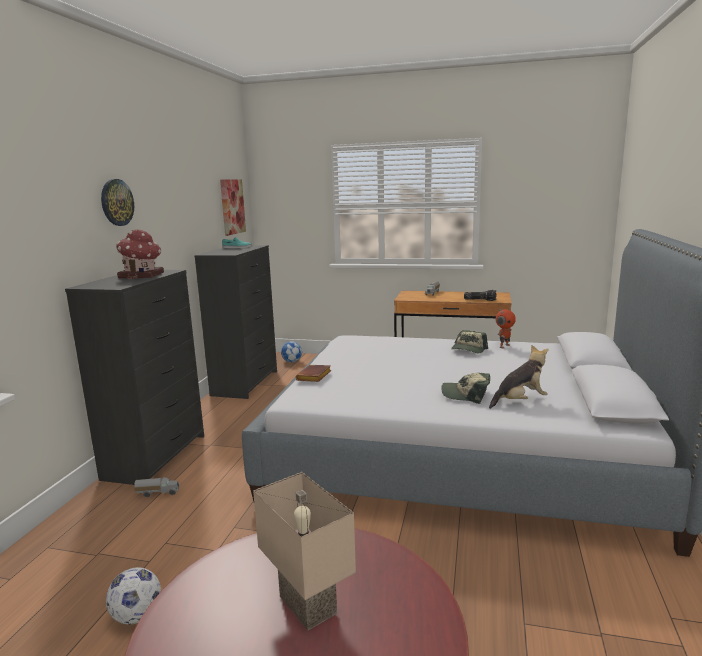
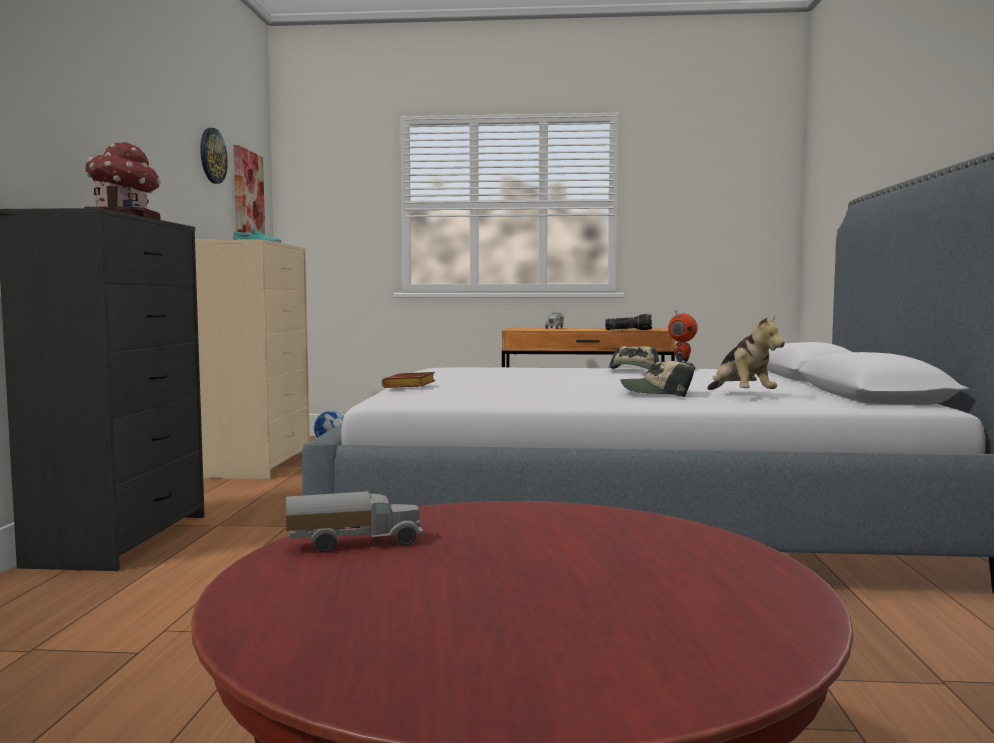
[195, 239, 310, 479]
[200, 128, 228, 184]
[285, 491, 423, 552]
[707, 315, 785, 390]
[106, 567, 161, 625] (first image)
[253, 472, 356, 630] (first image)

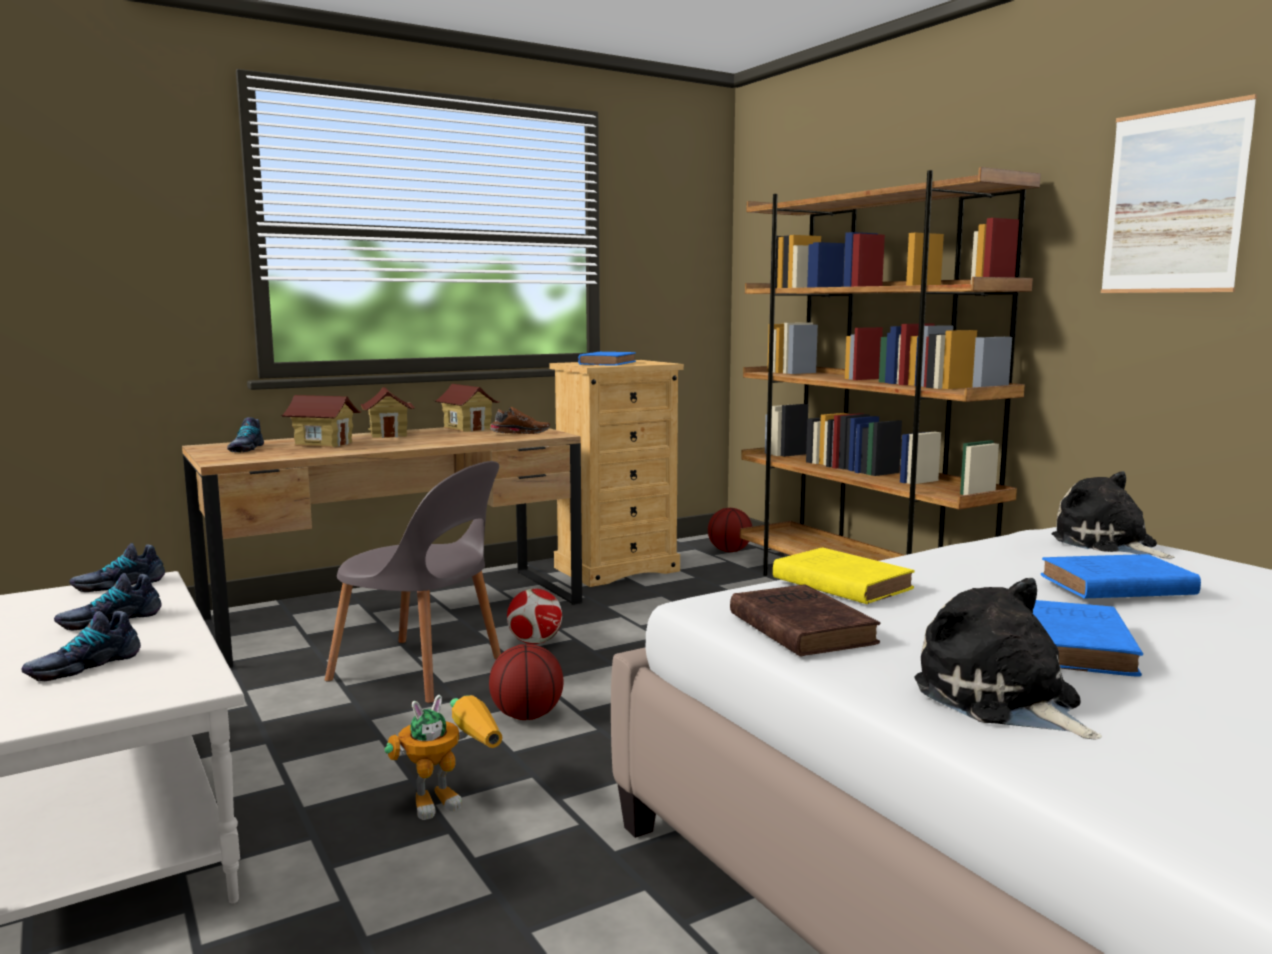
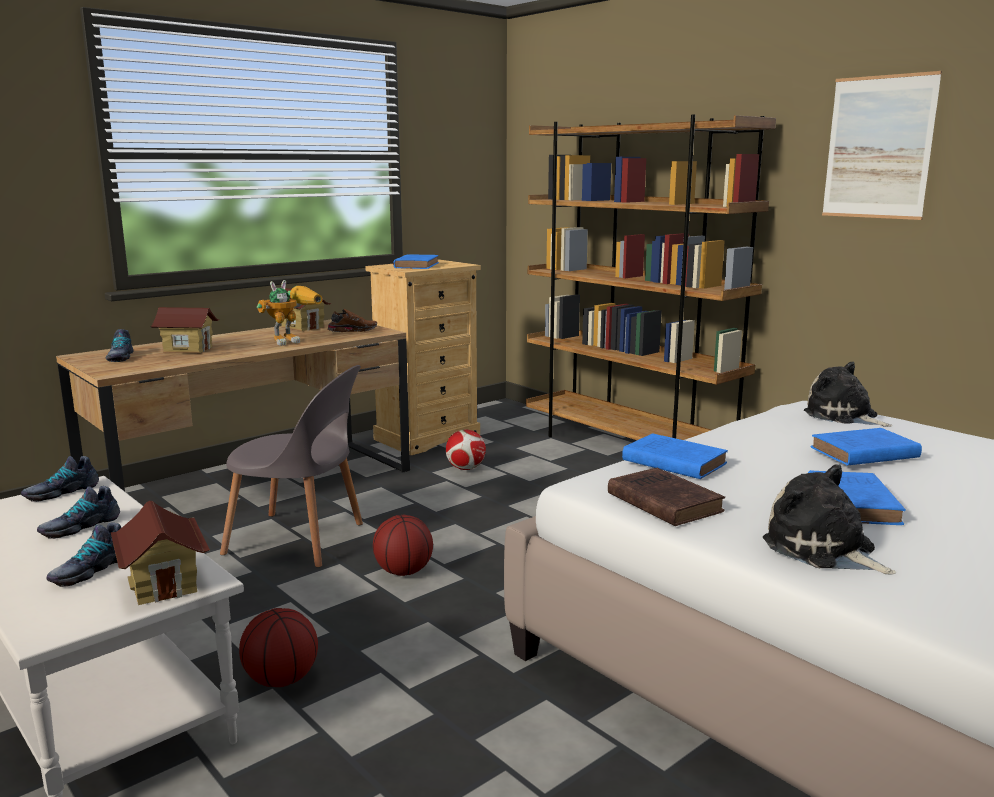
[110, 501, 210, 605]
[239, 608, 318, 687]
[257, 280, 323, 346]
[446, 429, 486, 470]
[622, 433, 728, 479]

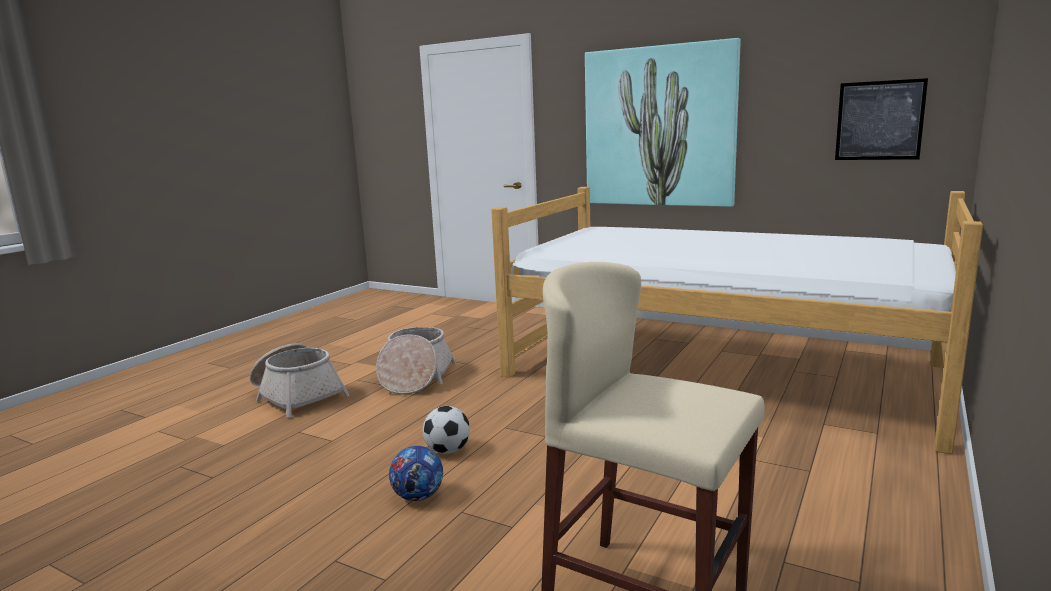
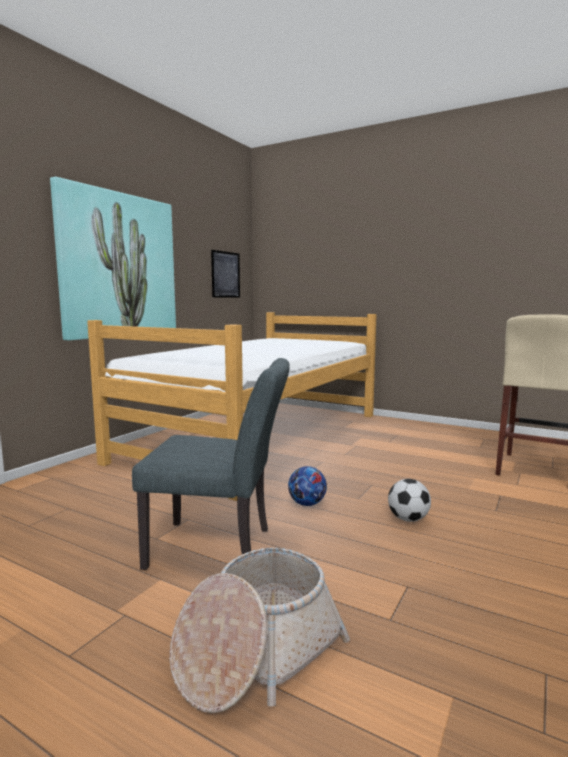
[132, 358, 290, 570]
[288, 466, 327, 506]

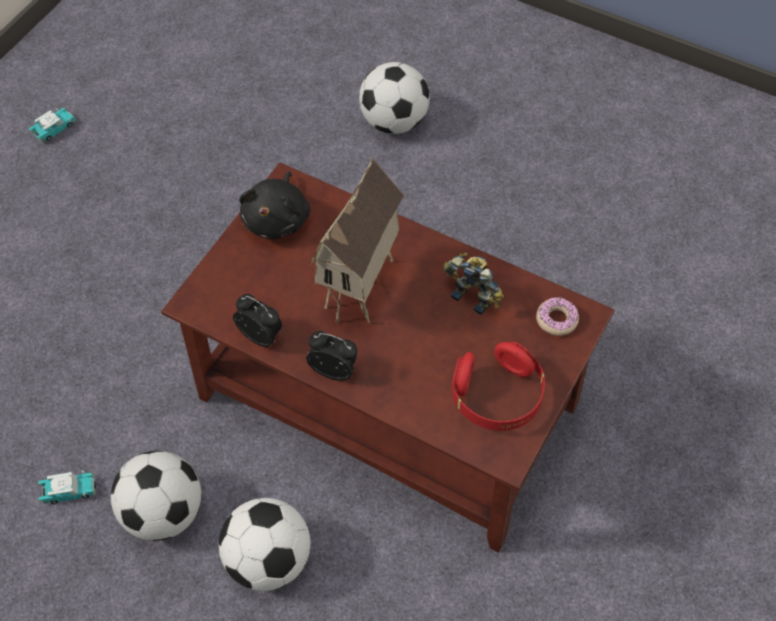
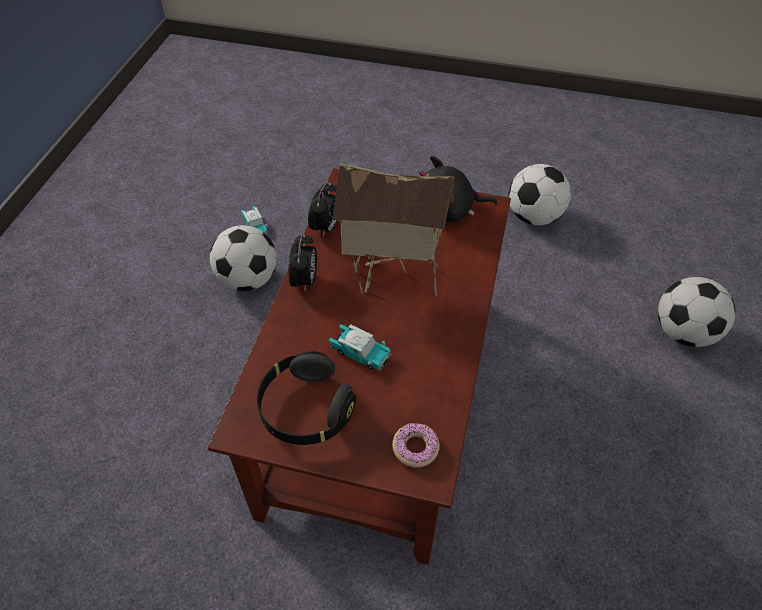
[257, 351, 356, 445]
[329, 324, 392, 371]
[508, 164, 571, 225]
[443, 253, 504, 315] (first image)

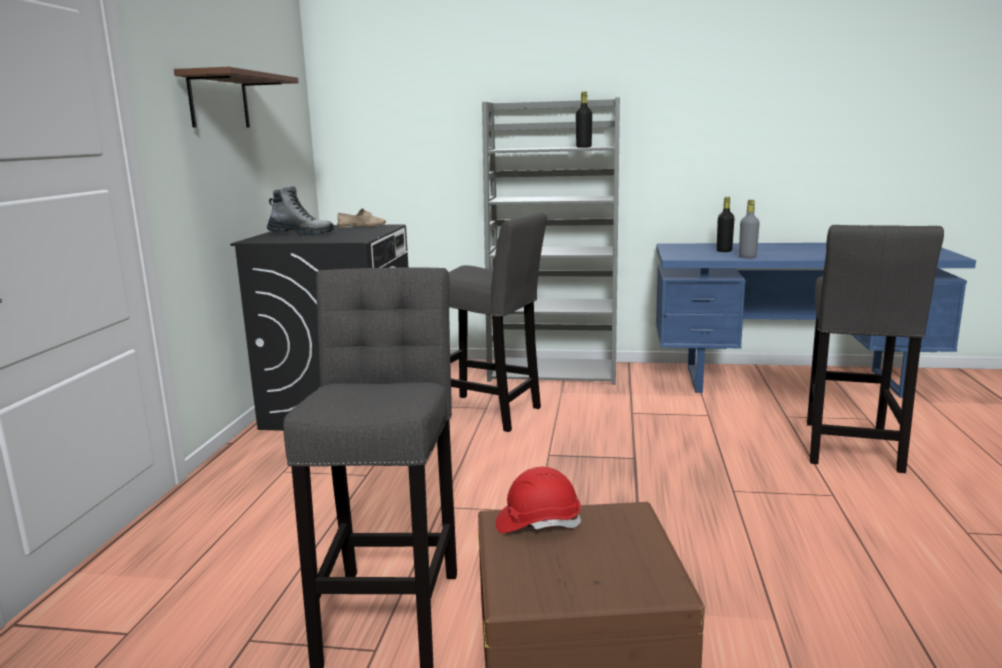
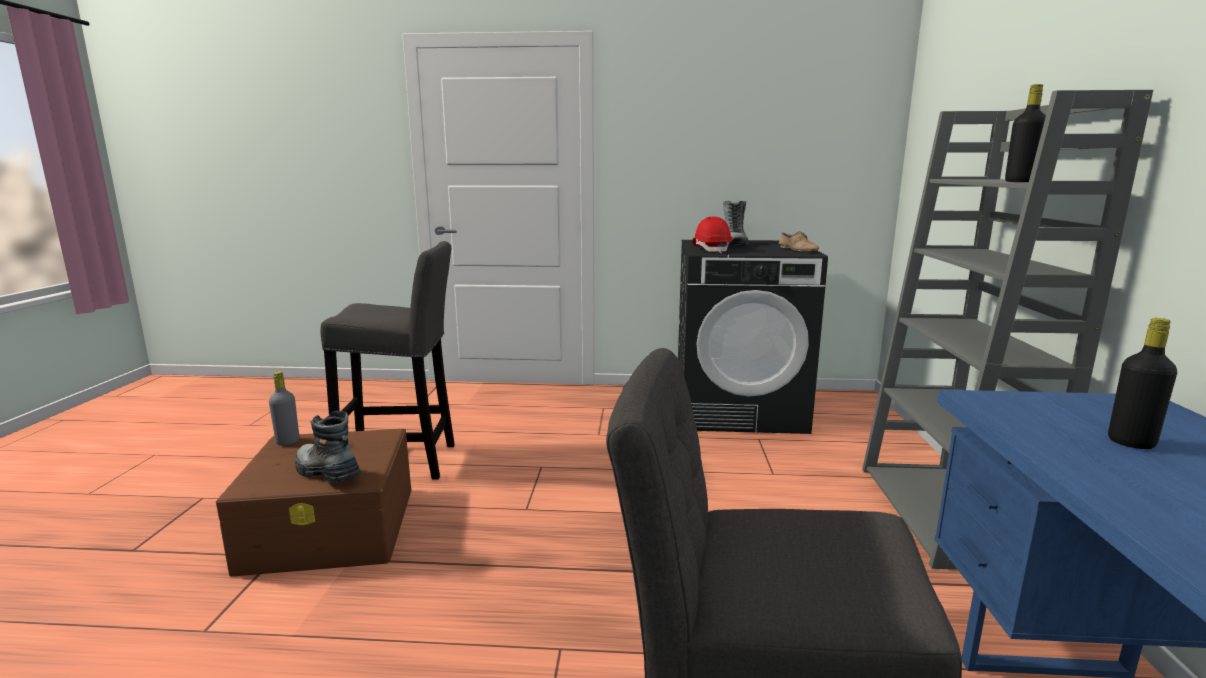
[269, 371, 299, 446]
[296, 411, 361, 483]
[692, 216, 732, 253]
[174, 67, 299, 127] (first image)
[449, 212, 547, 432] (first image)

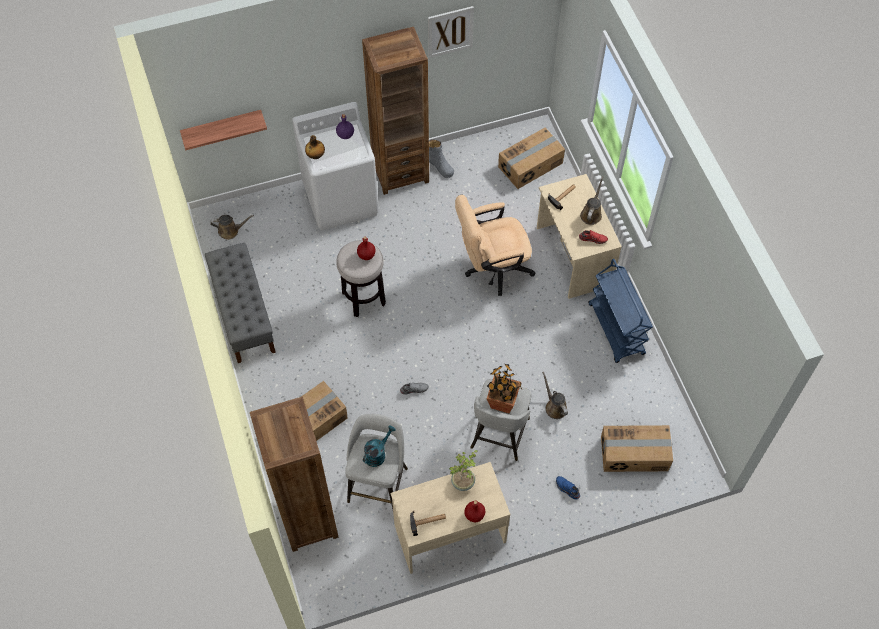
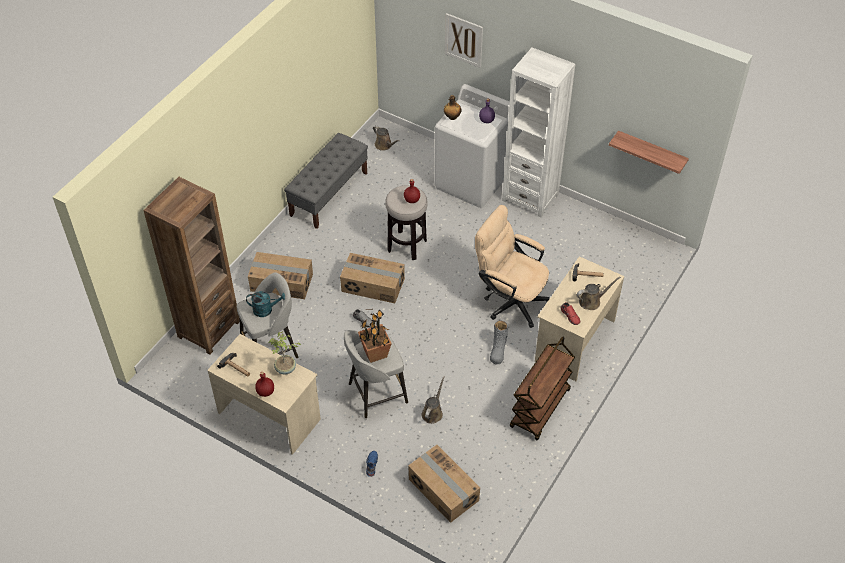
[340, 253, 405, 303]
[445, 13, 483, 68]
[490, 320, 508, 364]
[502, 48, 575, 218]
[510, 336, 575, 441]
[609, 131, 689, 174]

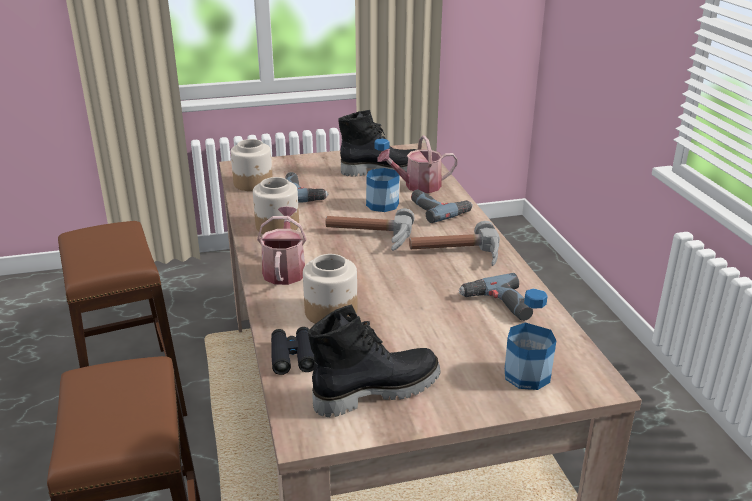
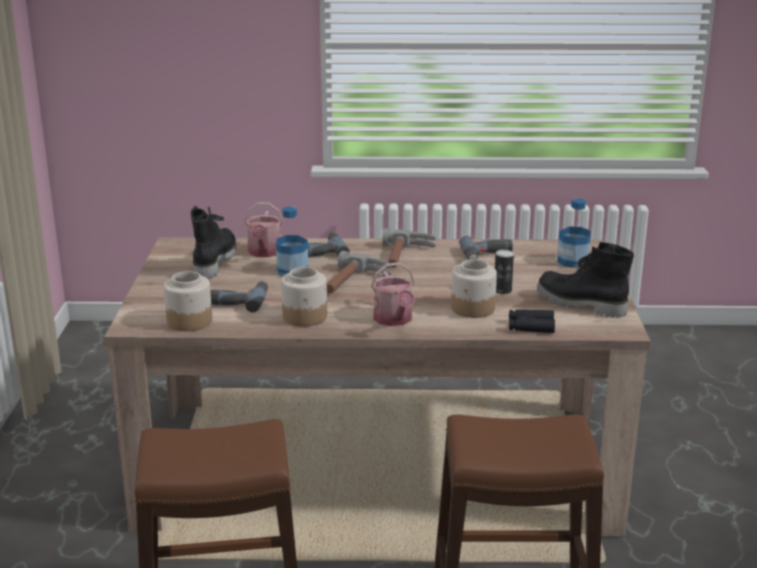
[371, 262, 415, 326]
[495, 249, 514, 294]
[537, 242, 634, 318]

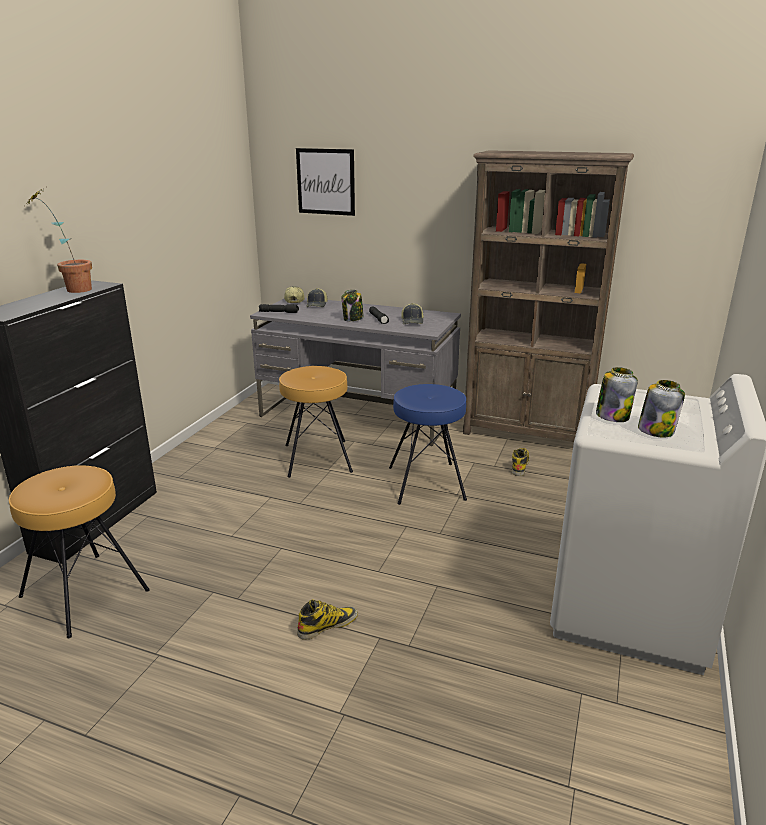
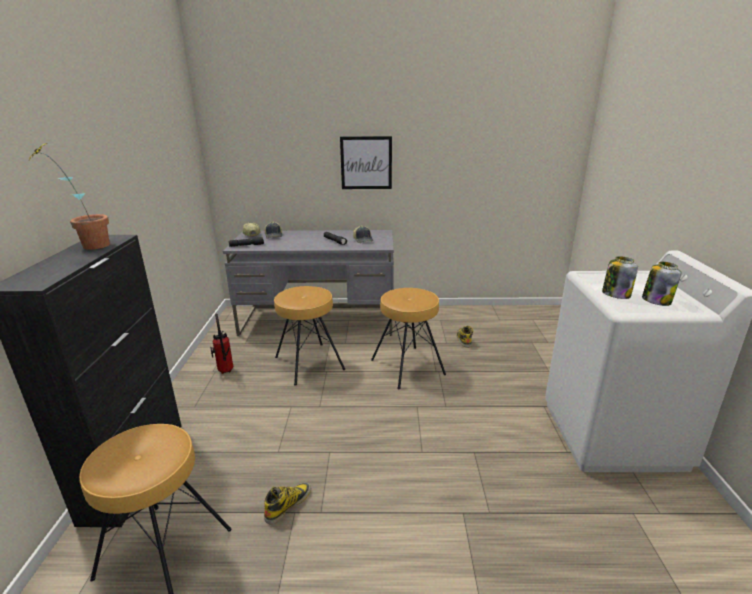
[210, 313, 233, 374]
[264, 483, 311, 524]
[340, 136, 392, 189]
[371, 288, 446, 389]
[342, 290, 364, 321] (first image)
[463, 150, 634, 442] (first image)

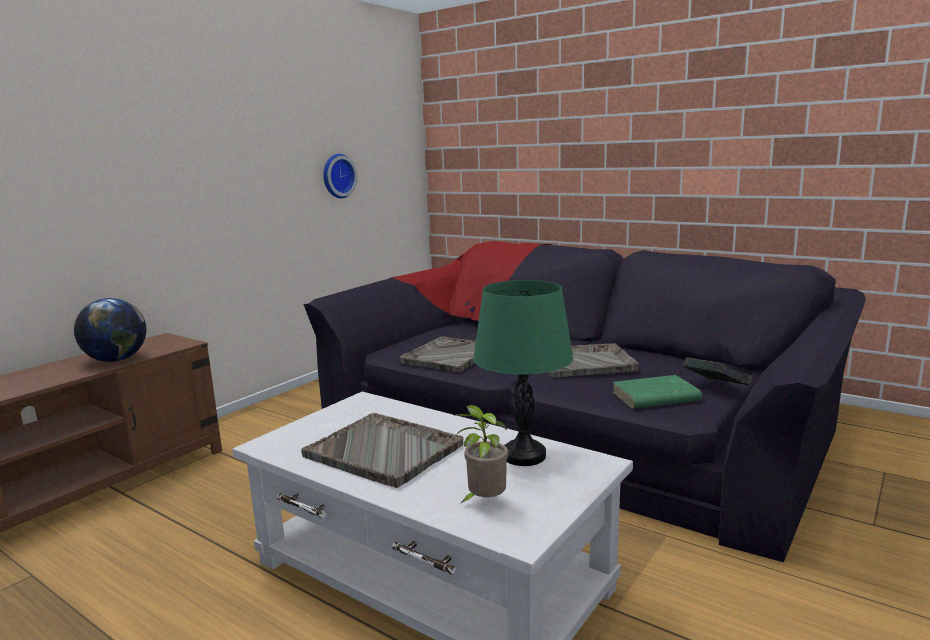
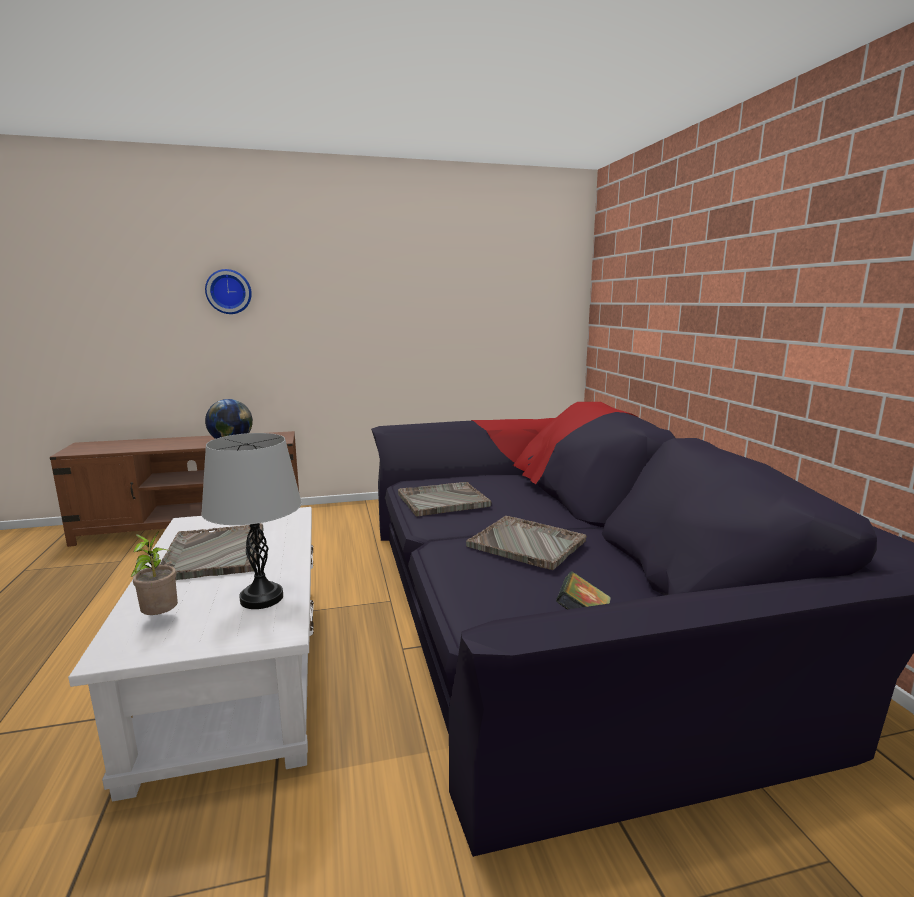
[201, 433, 302, 609]
[205, 269, 252, 314]
[612, 375, 702, 409] (first image)

